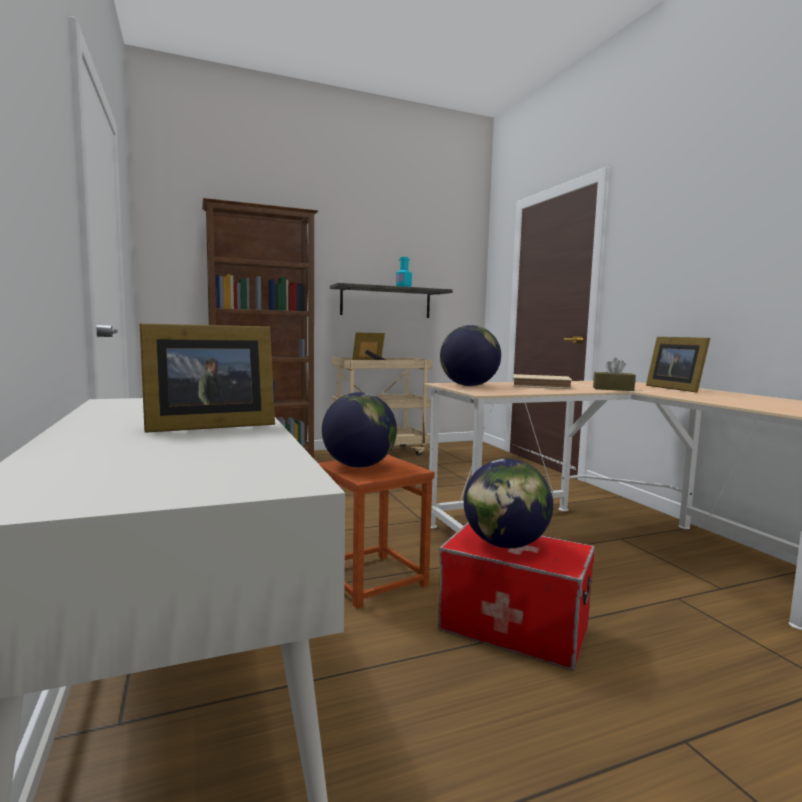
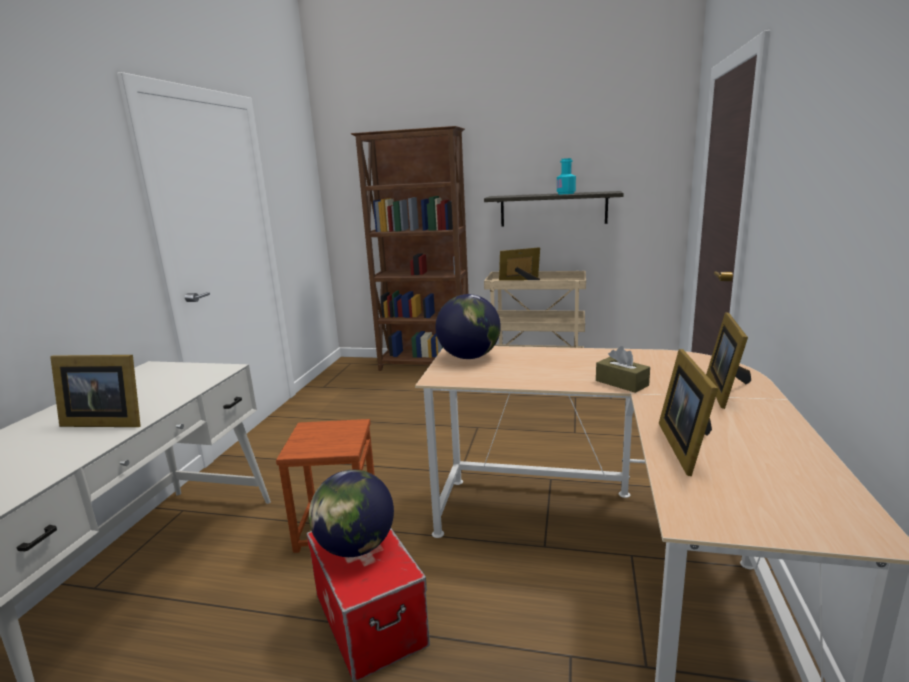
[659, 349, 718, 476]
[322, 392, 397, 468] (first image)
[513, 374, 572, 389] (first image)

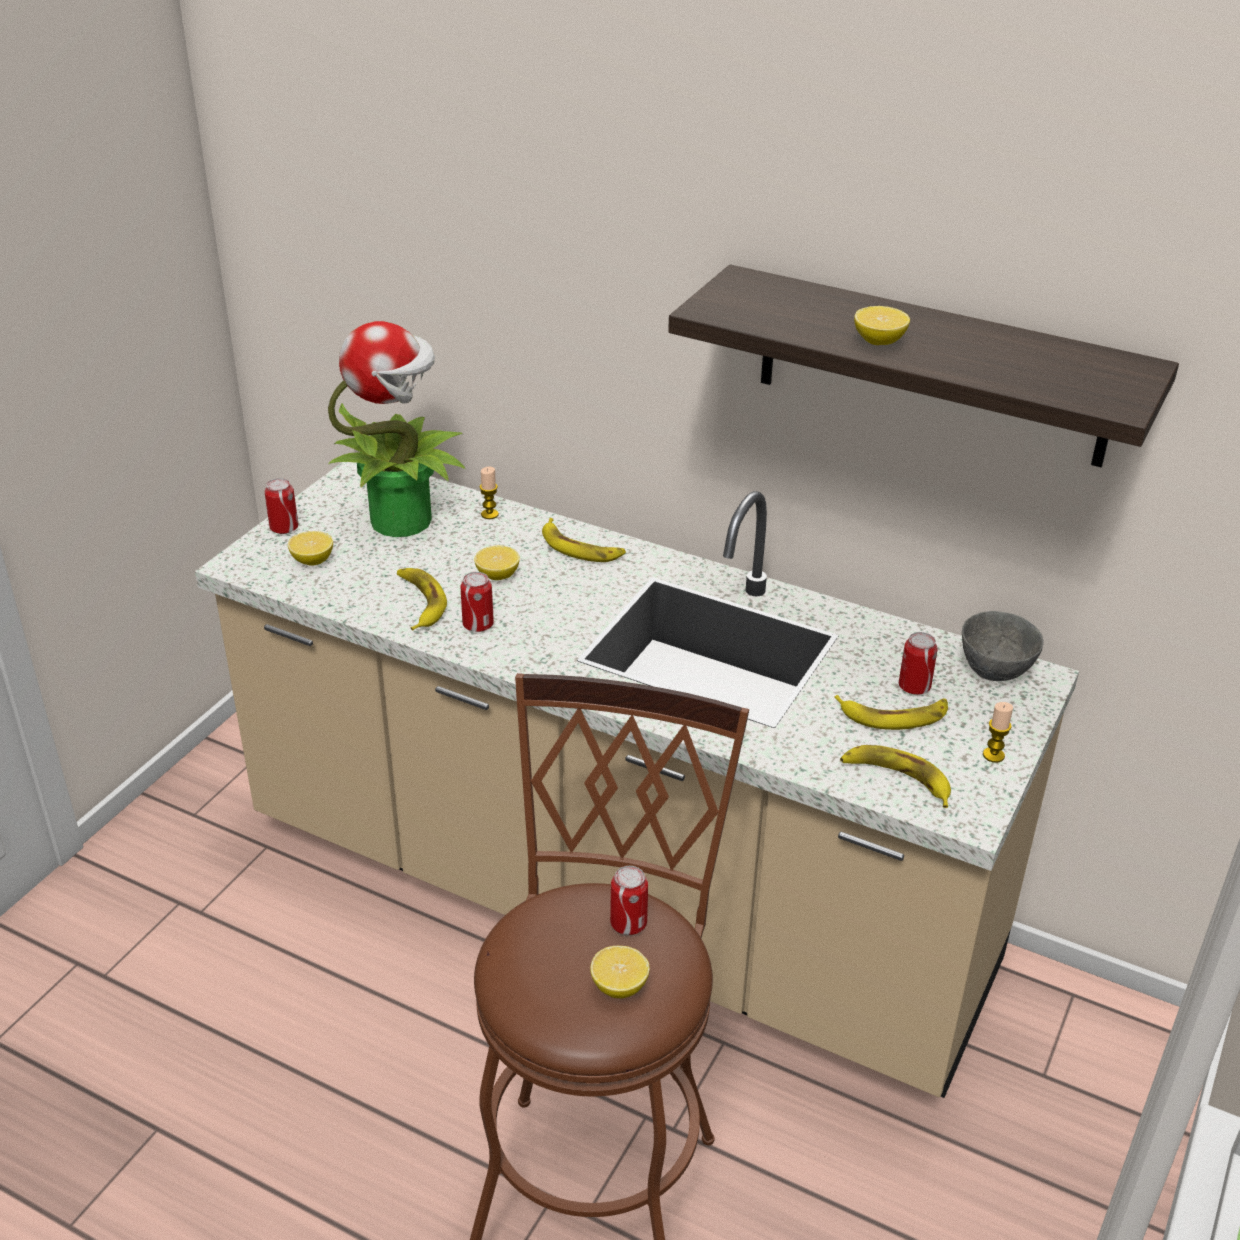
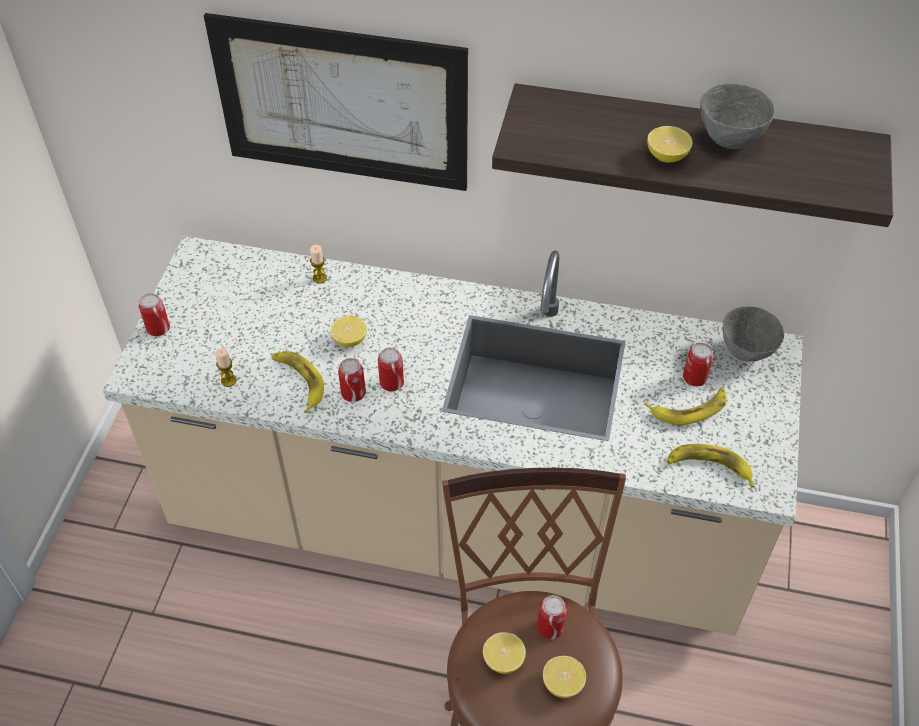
[204, 13, 468, 191]
[215, 348, 237, 387]
[378, 347, 404, 391]
[483, 632, 526, 674]
[700, 84, 775, 149]
[328, 321, 465, 537] (first image)
[542, 518, 626, 562] (first image)

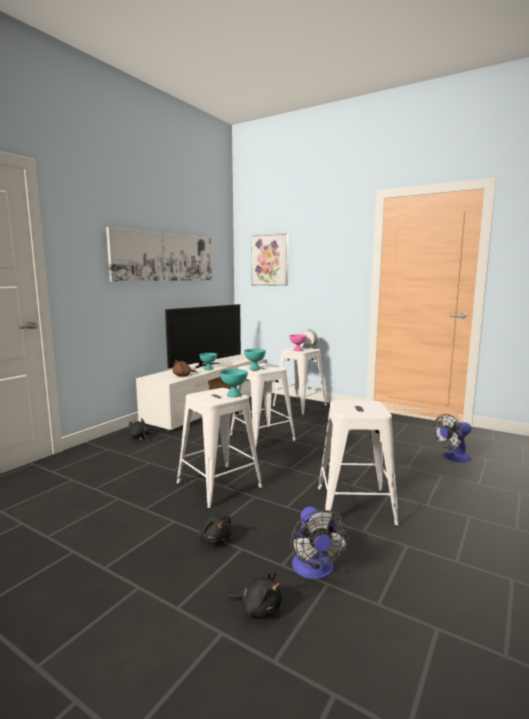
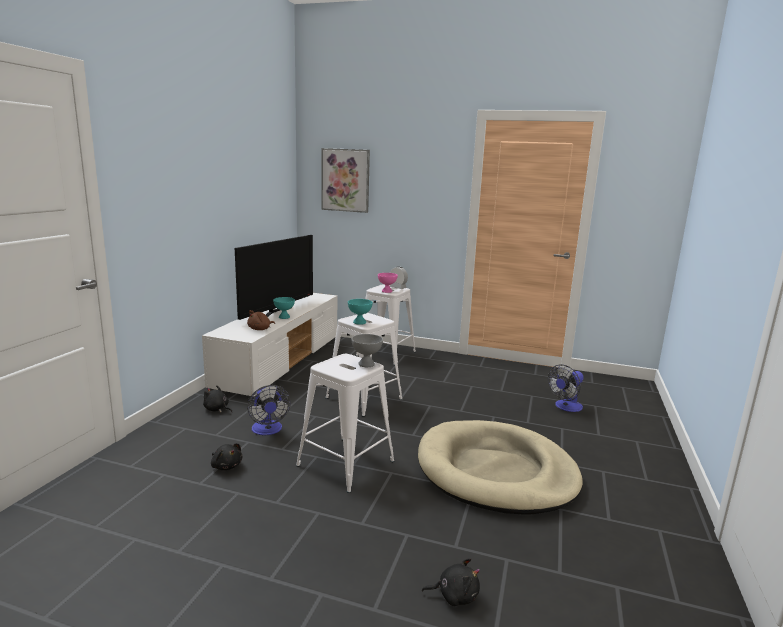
[211, 443, 242, 470]
[247, 385, 291, 435]
[352, 334, 383, 367]
[418, 420, 583, 515]
[106, 227, 212, 281] (first image)

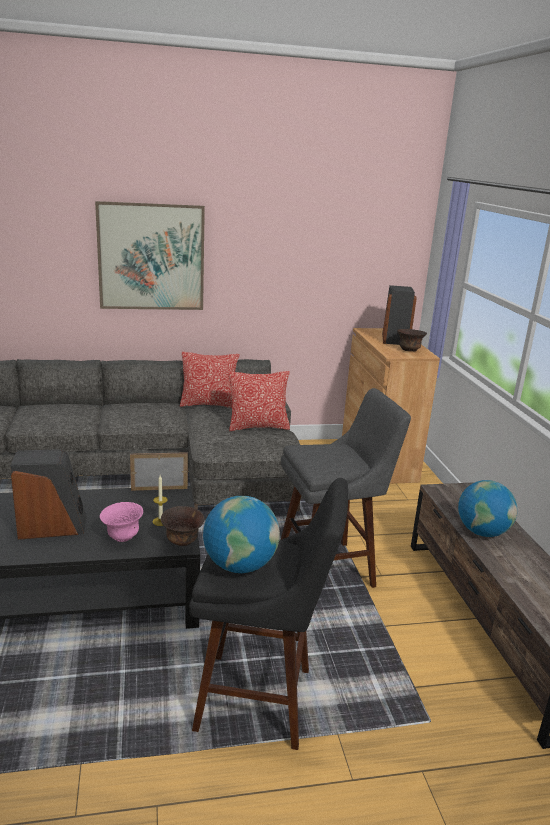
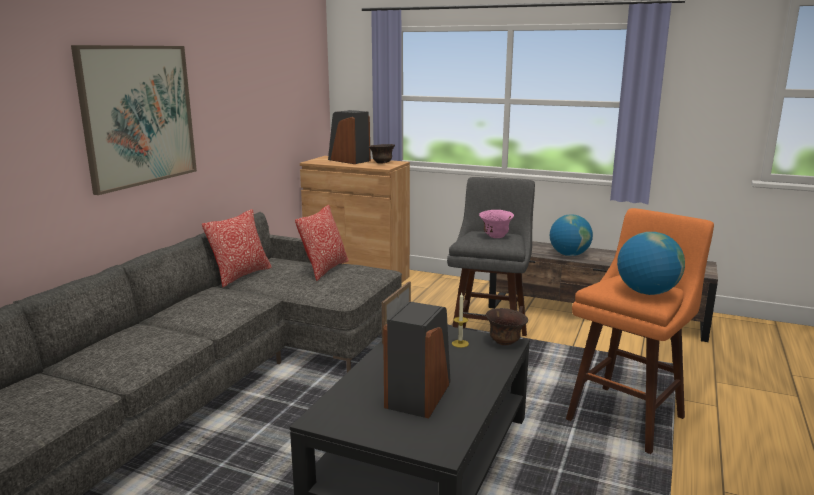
[479, 210, 514, 238]
[566, 208, 714, 454]

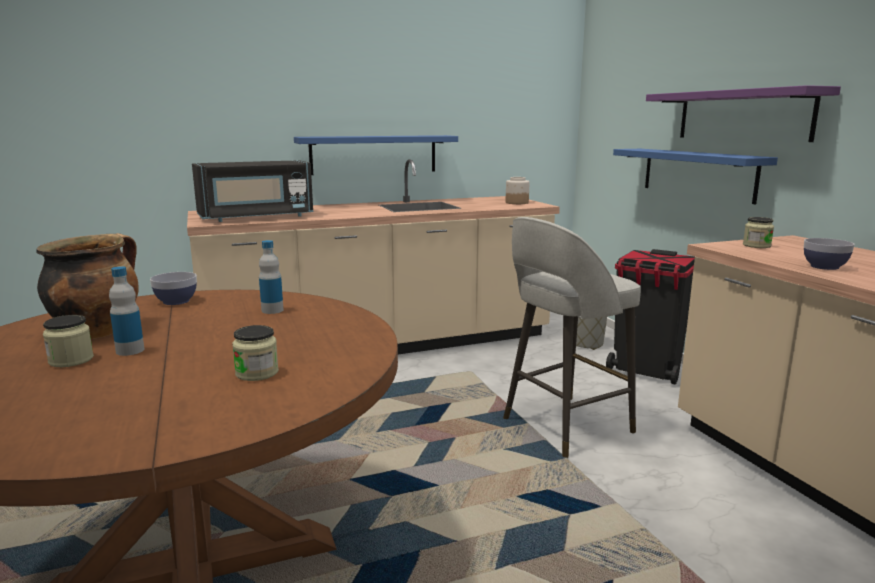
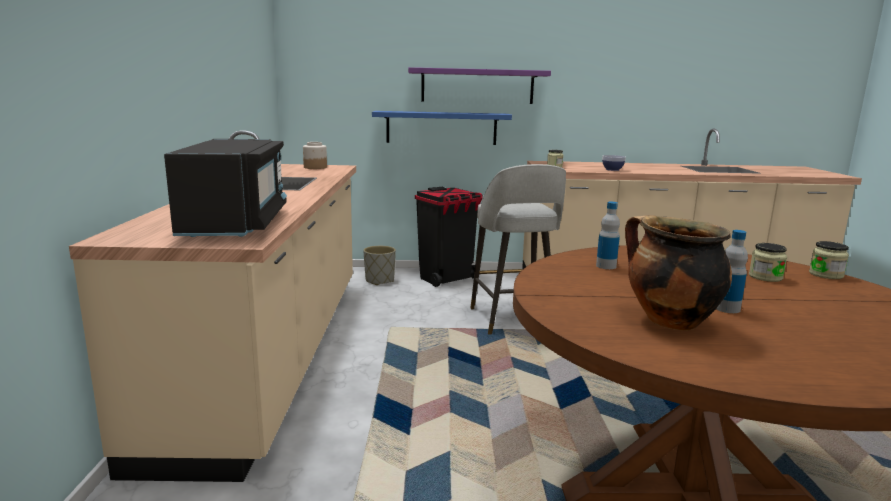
[809, 241, 849, 279]
[150, 272, 197, 305] (first image)
[294, 135, 458, 175] (first image)

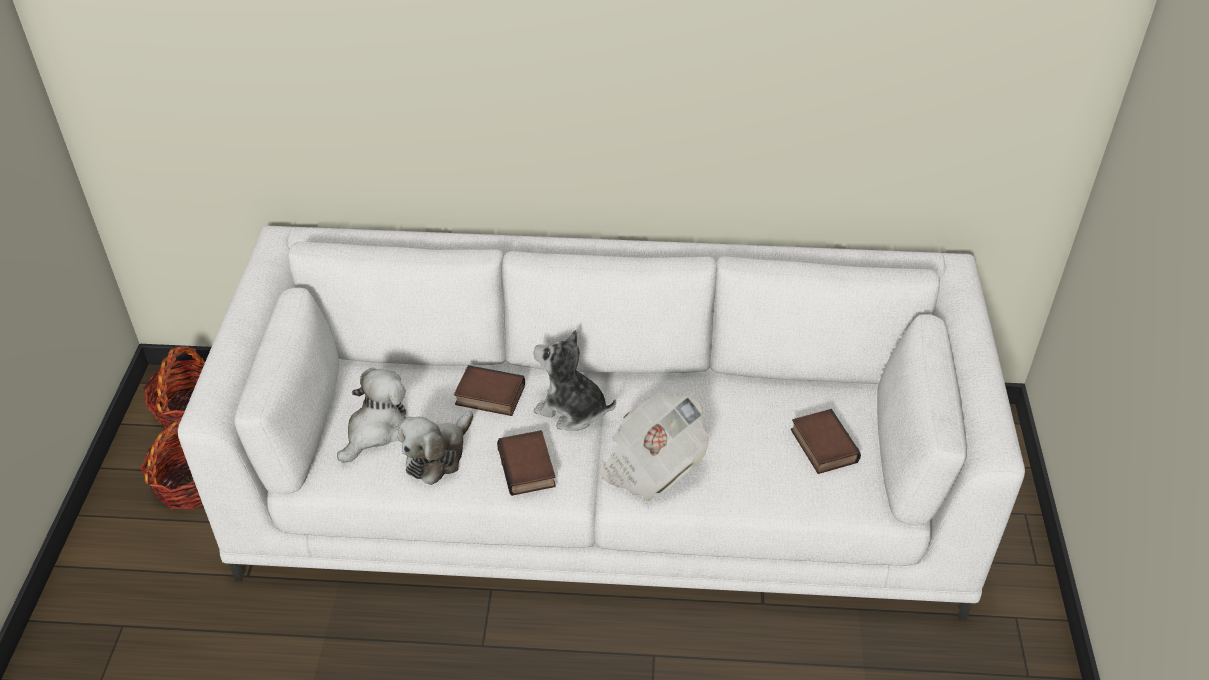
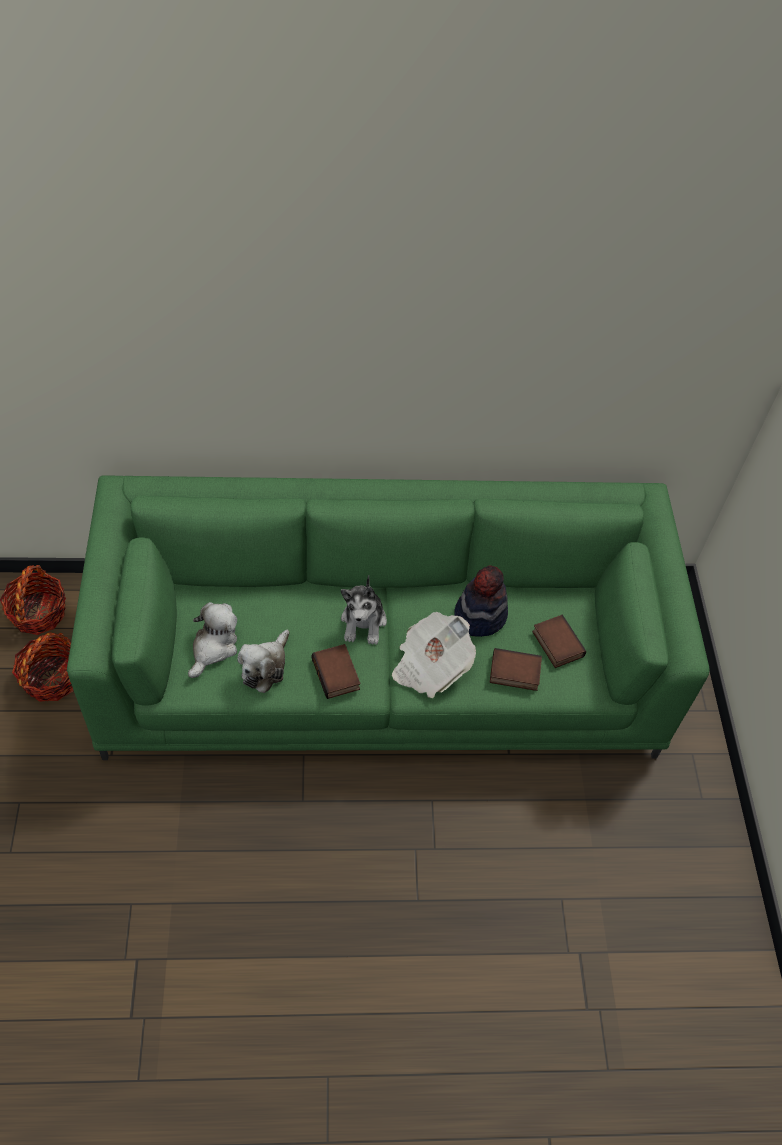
[67, 475, 710, 760]
[341, 575, 387, 645]
[454, 565, 508, 637]
[490, 648, 542, 691]

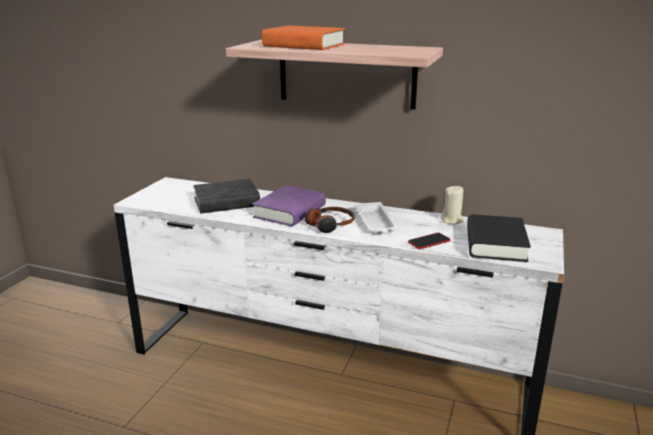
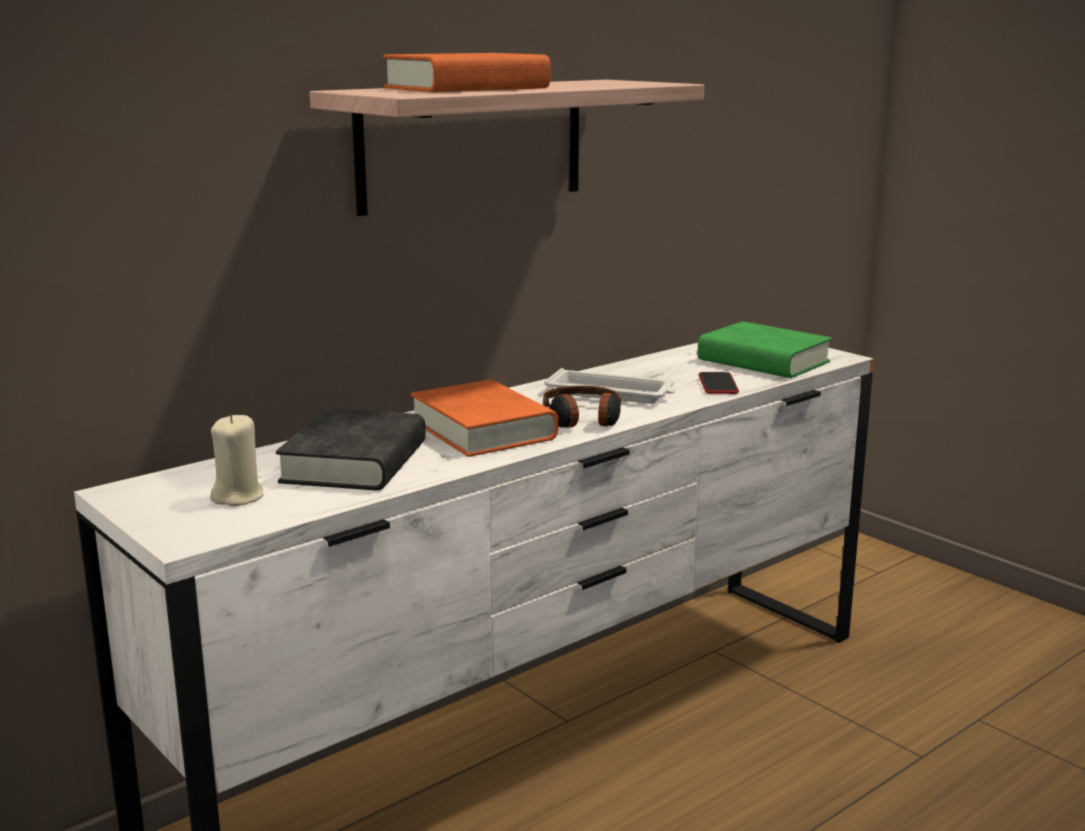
[210, 414, 263, 506]
[410, 380, 558, 457]
[698, 321, 832, 378]

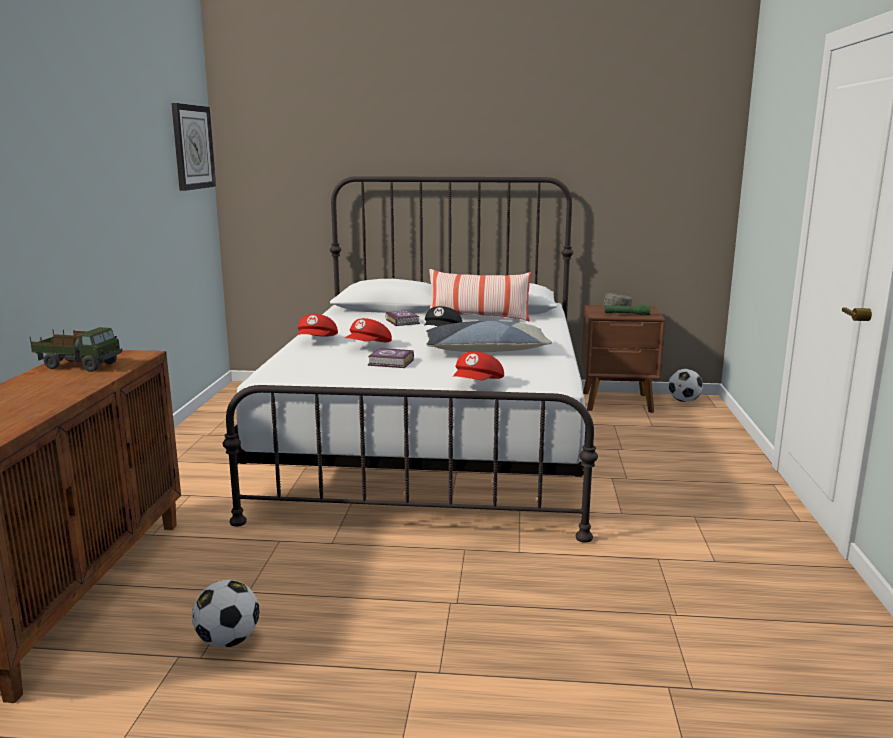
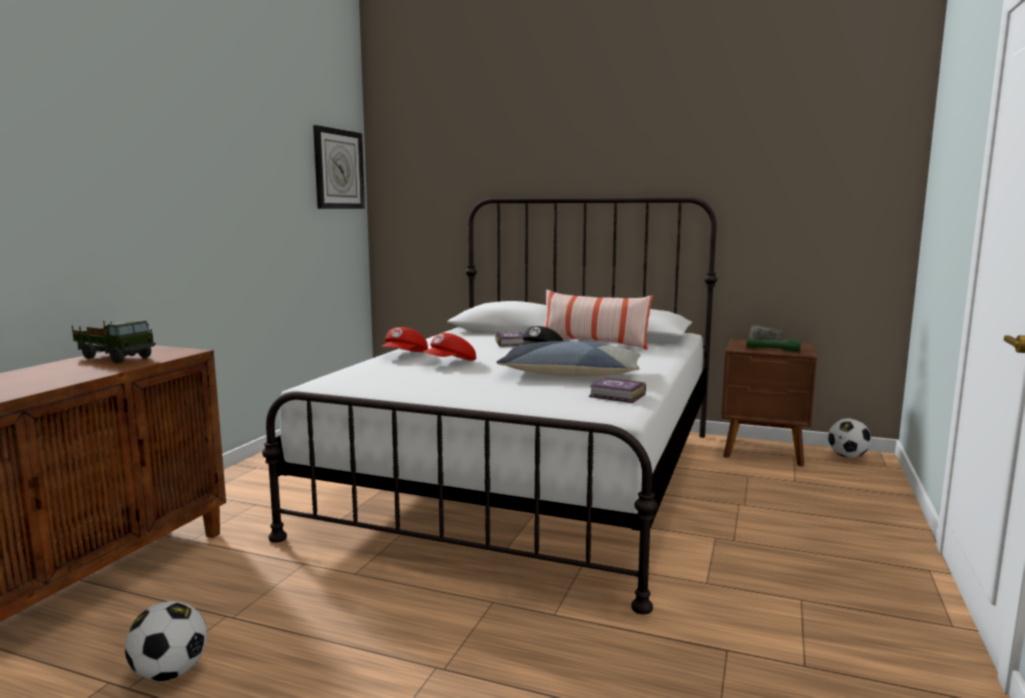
[589, 377, 646, 403]
[453, 352, 504, 380] (first image)

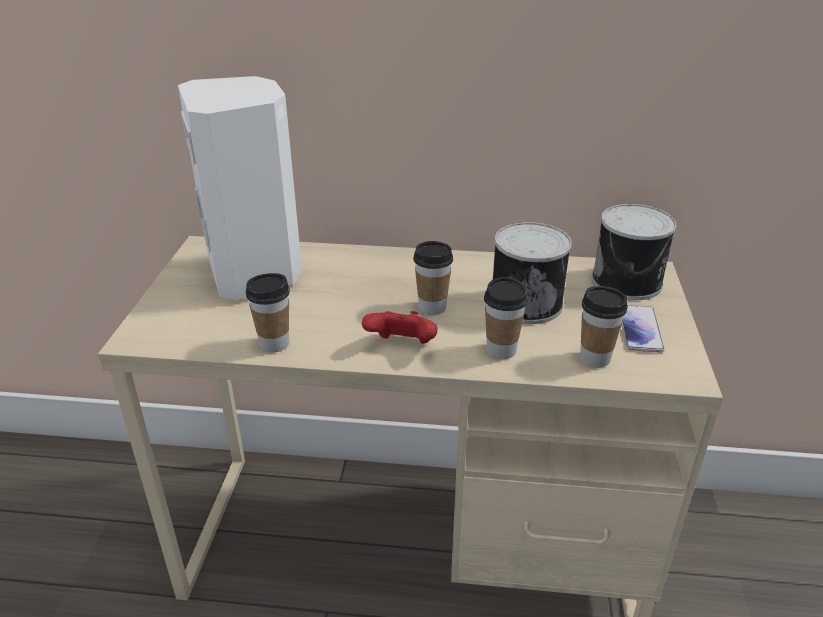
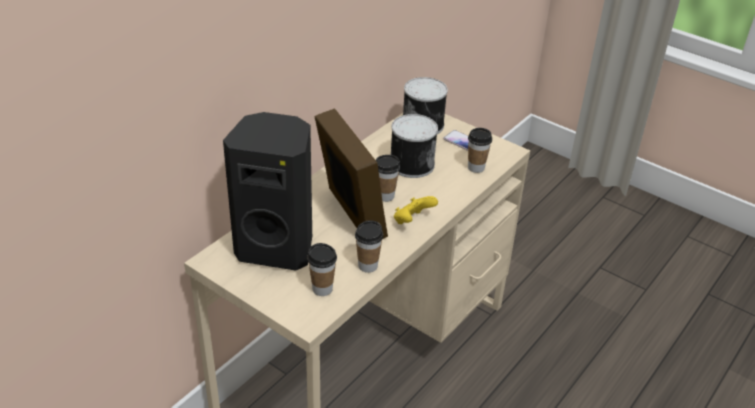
[223, 112, 312, 271]
[308, 243, 337, 296]
[315, 108, 388, 239]
[394, 196, 438, 224]

